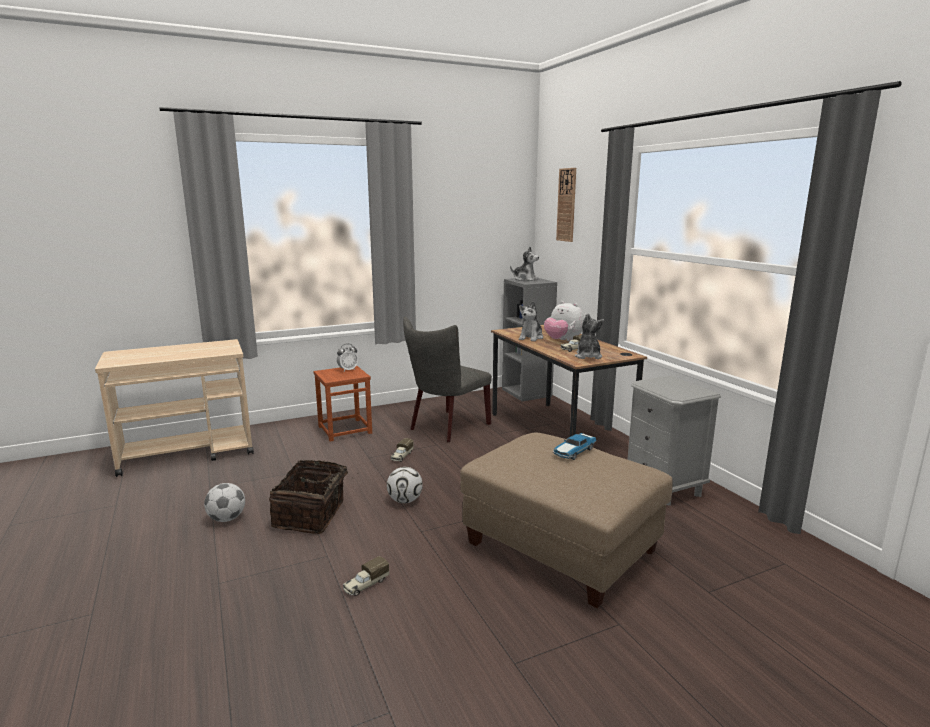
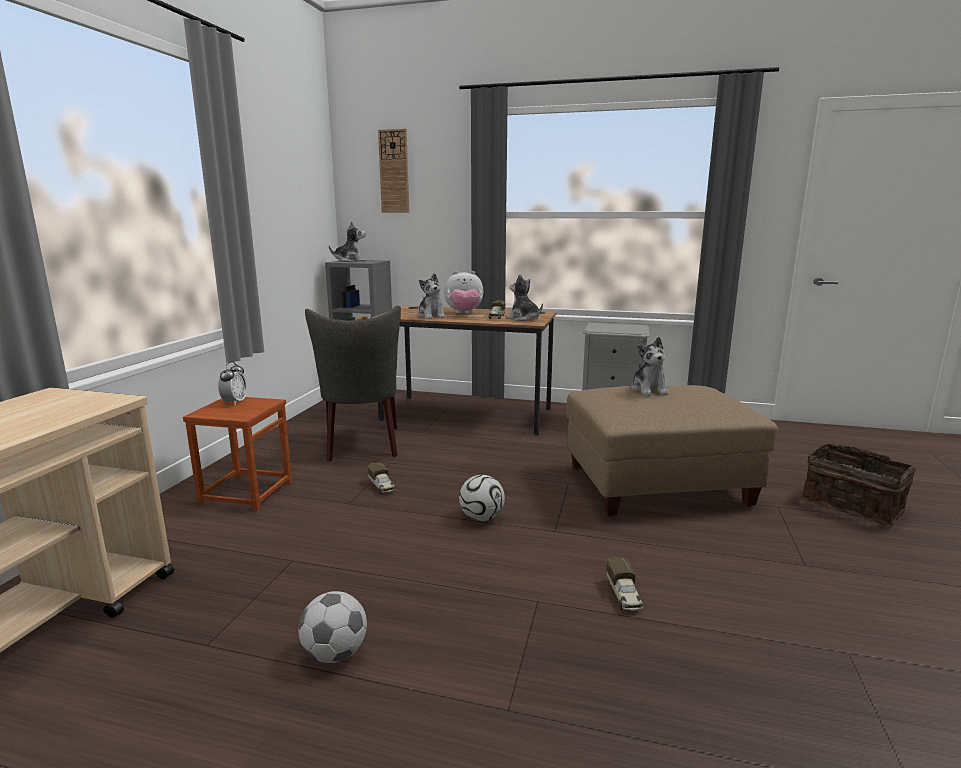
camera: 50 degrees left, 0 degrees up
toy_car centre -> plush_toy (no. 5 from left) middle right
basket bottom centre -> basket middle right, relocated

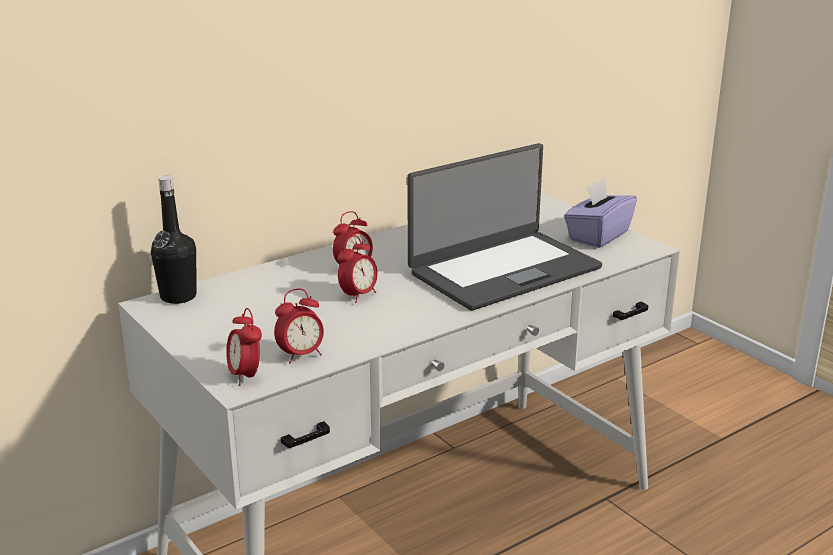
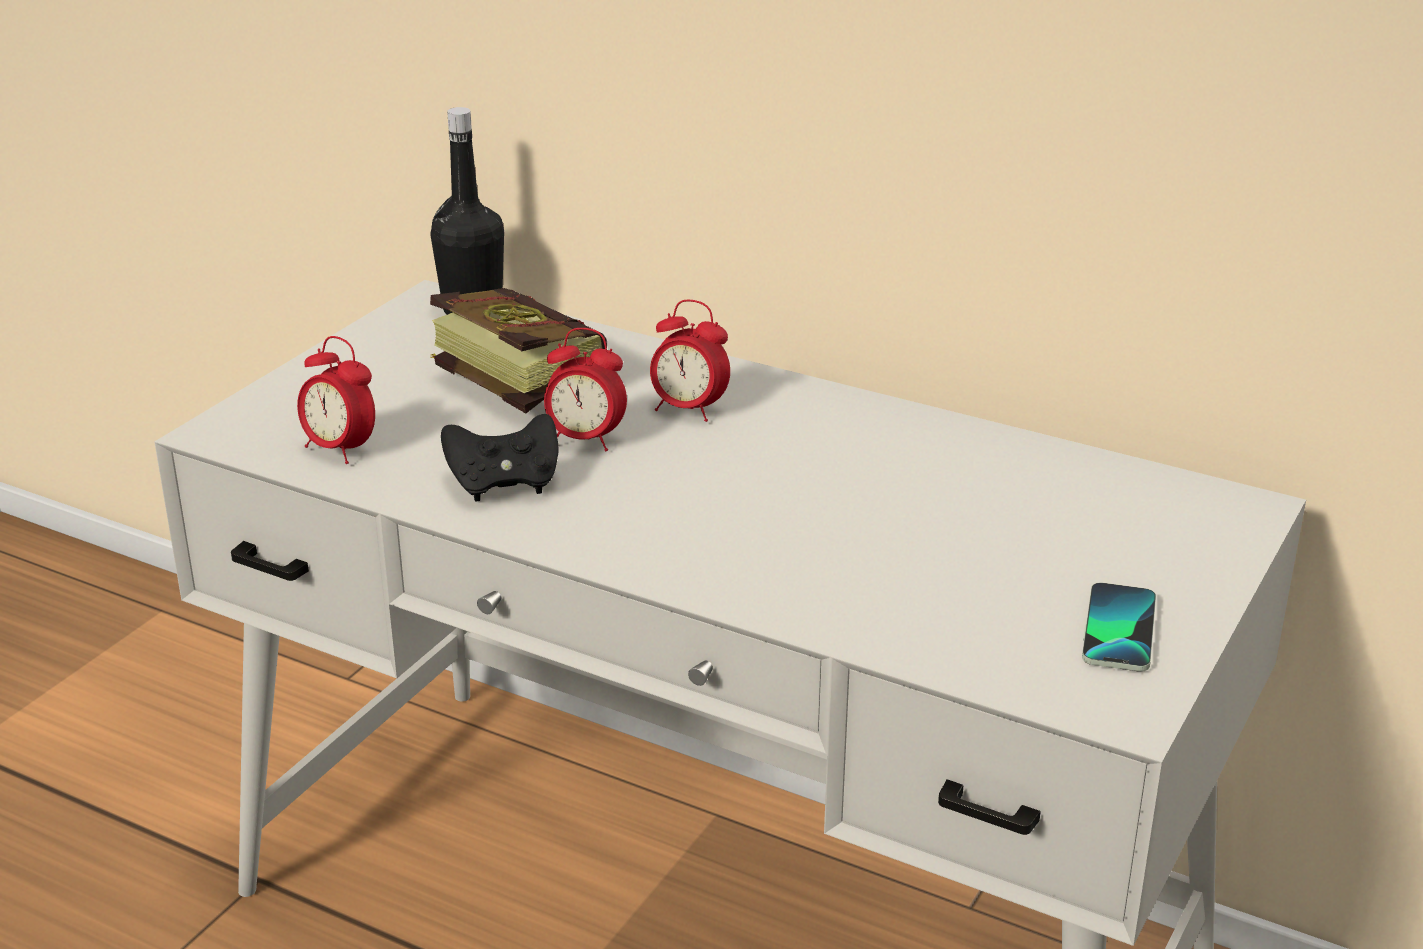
camera: 65 degrees right, 5 degrees up
none -> book centre
none -> black_game_controller centre
purple_tissue_box middle right -> phone middle right
alarm_clock (no. 1 from left) middle left -> none
laptop centre -> none

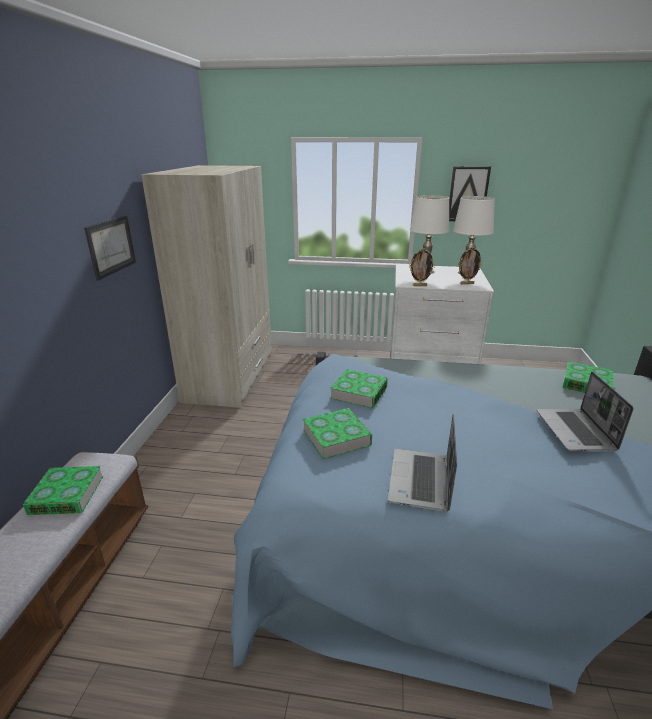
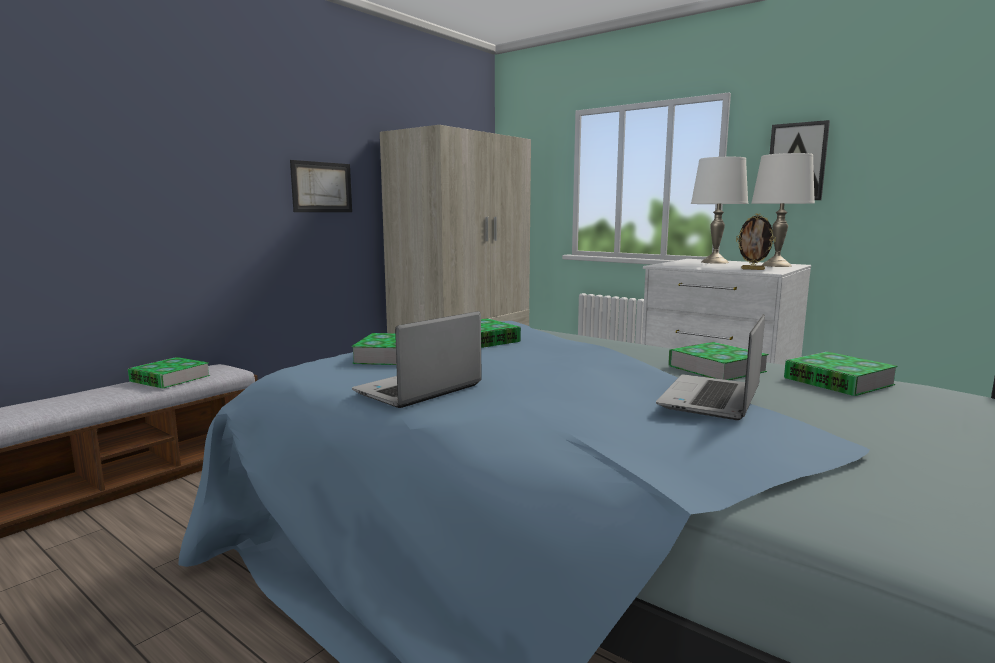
camera: 30 degrees right, 15 degrees down
none -> book (no. 4 from left) middle right
picture_frame (no. 1 from left) centre -> none

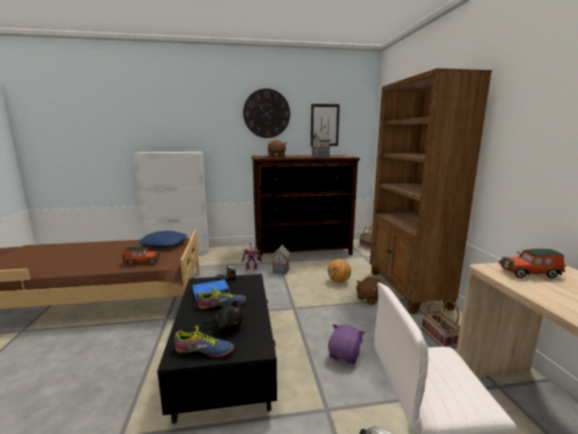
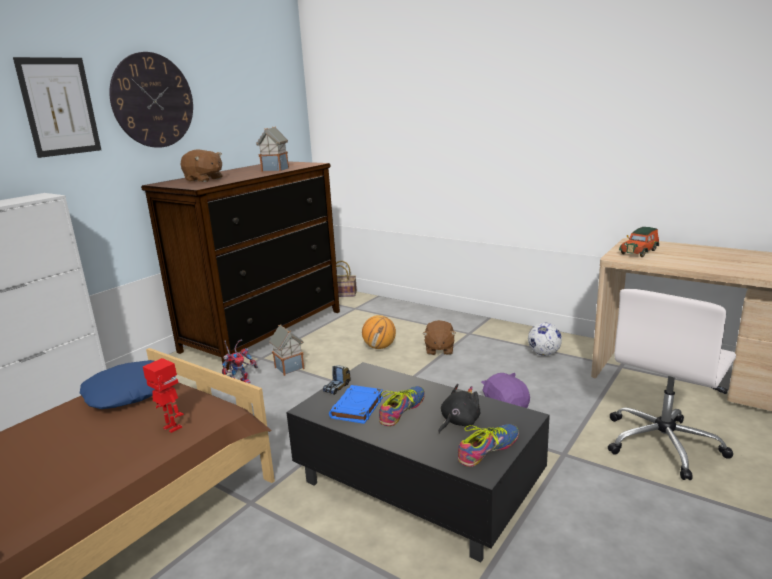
camera: 45 degrees left, 5 degrees up
picture top centre -> picture top left, relocated
toy_car (no. 1 from left) middle left -> toy_robot (no. 1 from left) bottom left
basket (no. 2 from left) bottom right -> football middle right
brown_bookcase middle right -> none

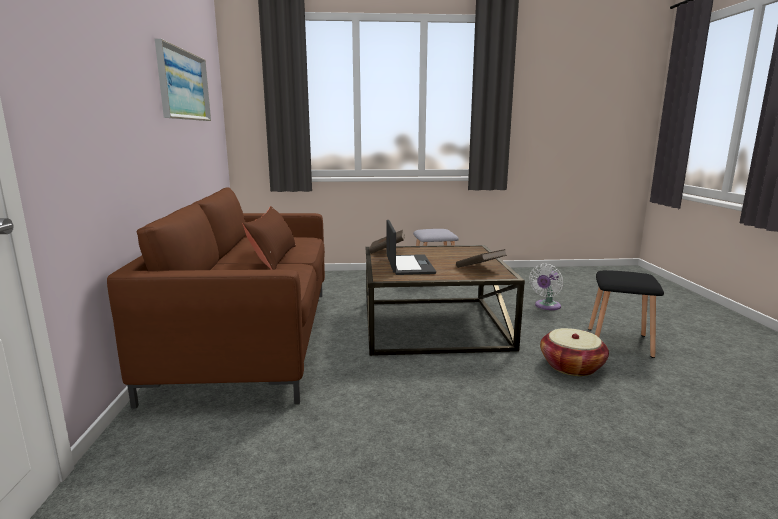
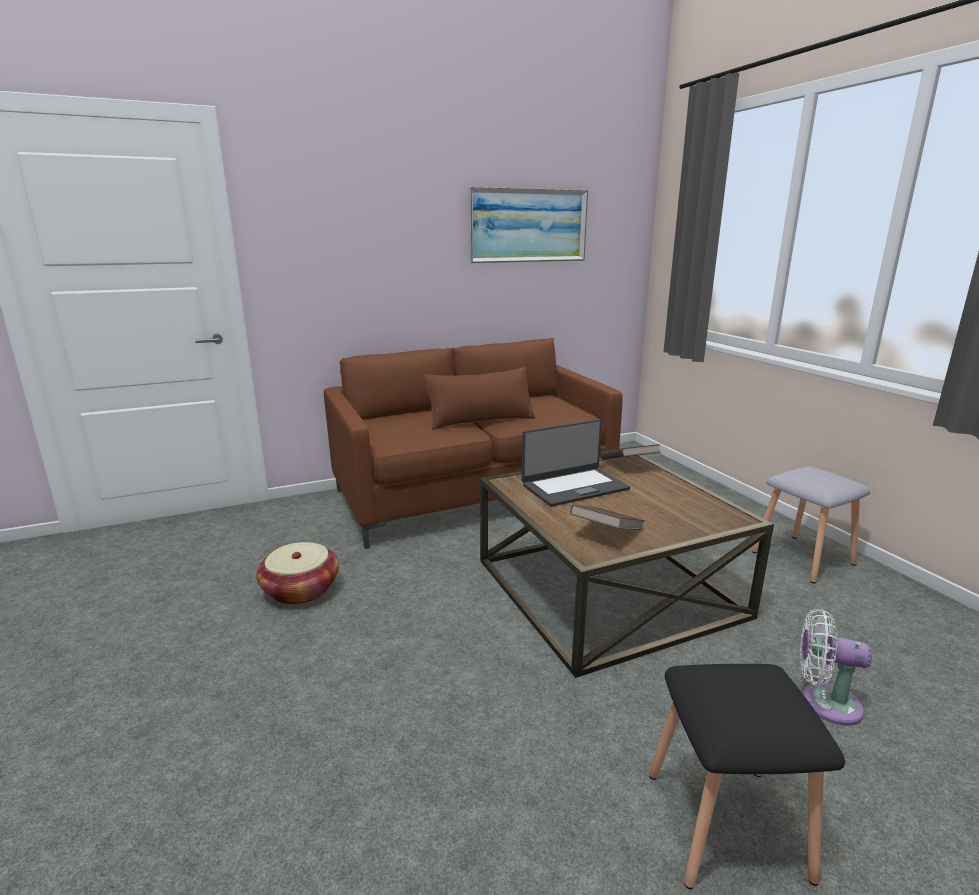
camera: 70 degrees right, 5 degrees up
basket bottom right -> basket middle left, relocated

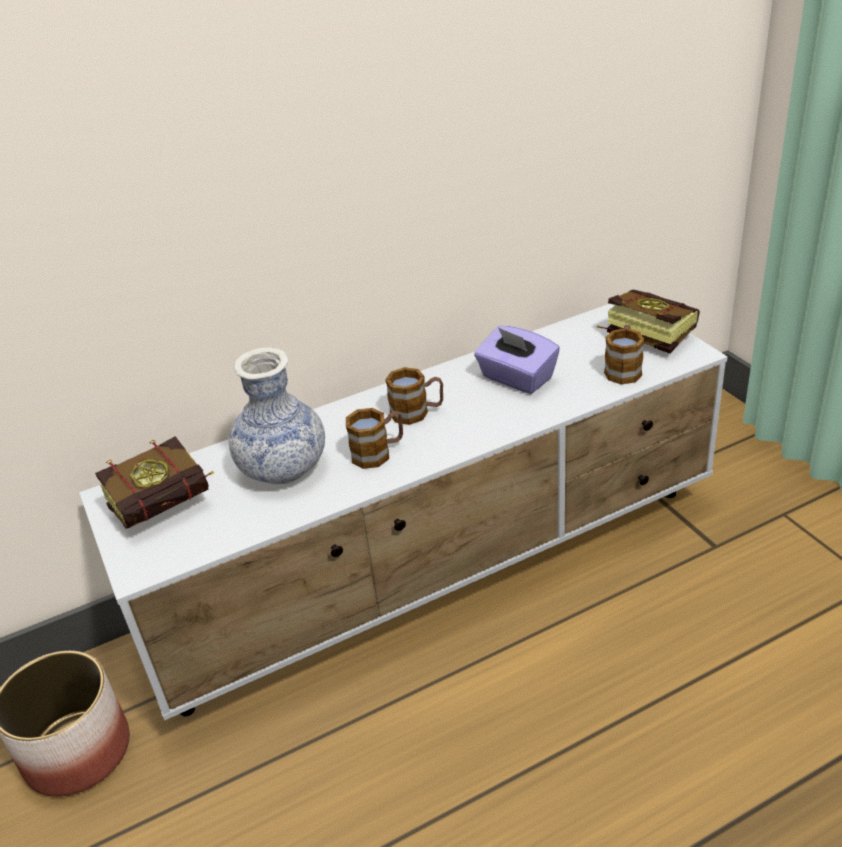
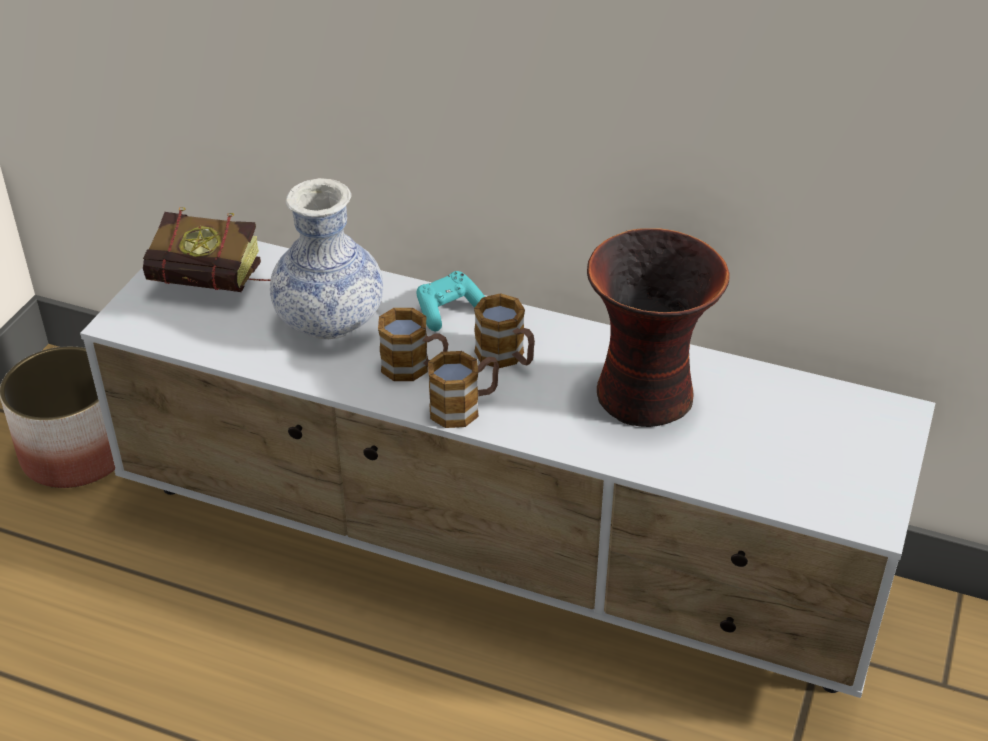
camera: 45 degrees right, 5 degrees up
none -> turquoise_game_controller centre
mug (no. 3 from left in the first image) middle right -> mug (no. 2 from left) centre, relocated
purple_tissue_box centre -> vase (no. 2 from left) centre
book (no. 2 from left) middle right -> none

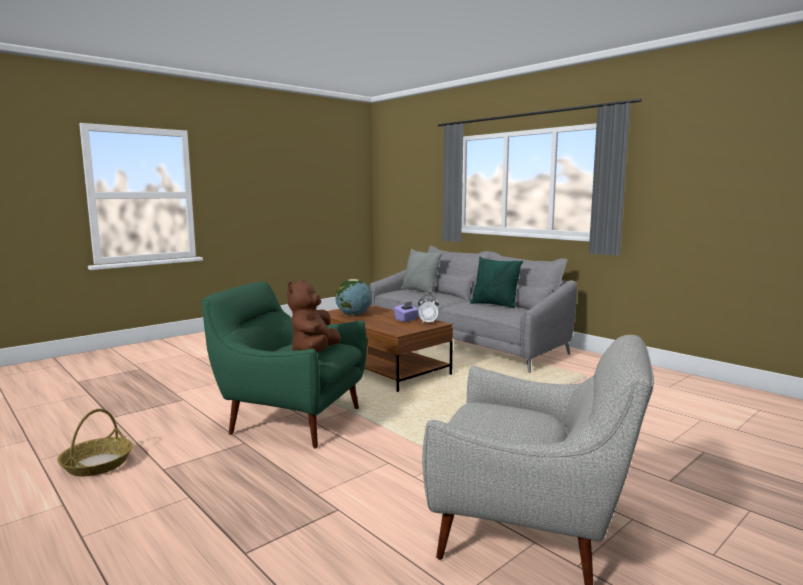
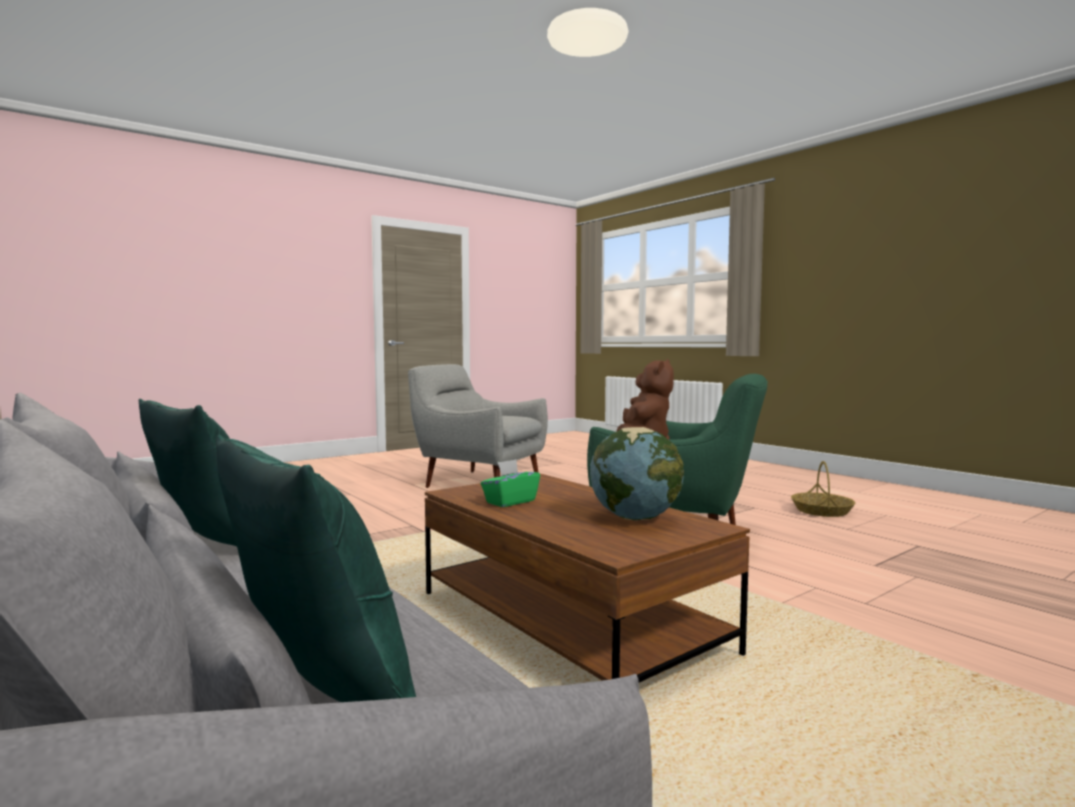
camera: 175 degrees left, 5 degrees down
grey_pillow centre -> green_pillow (no. 2 from left) bottom left
purple_tissue_box centre -> green_tissue_box centre
alarm_clock centre -> none

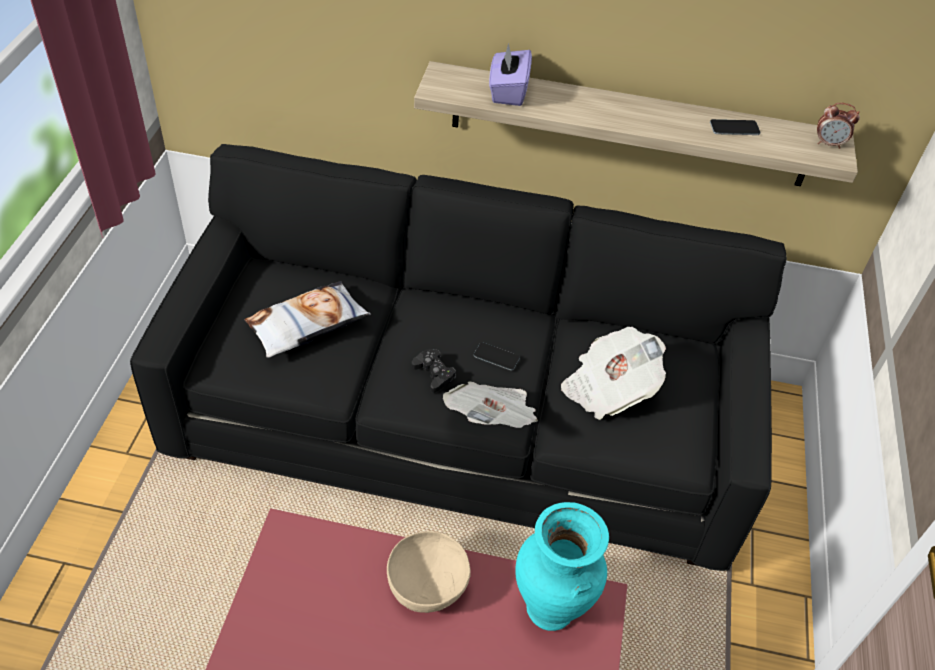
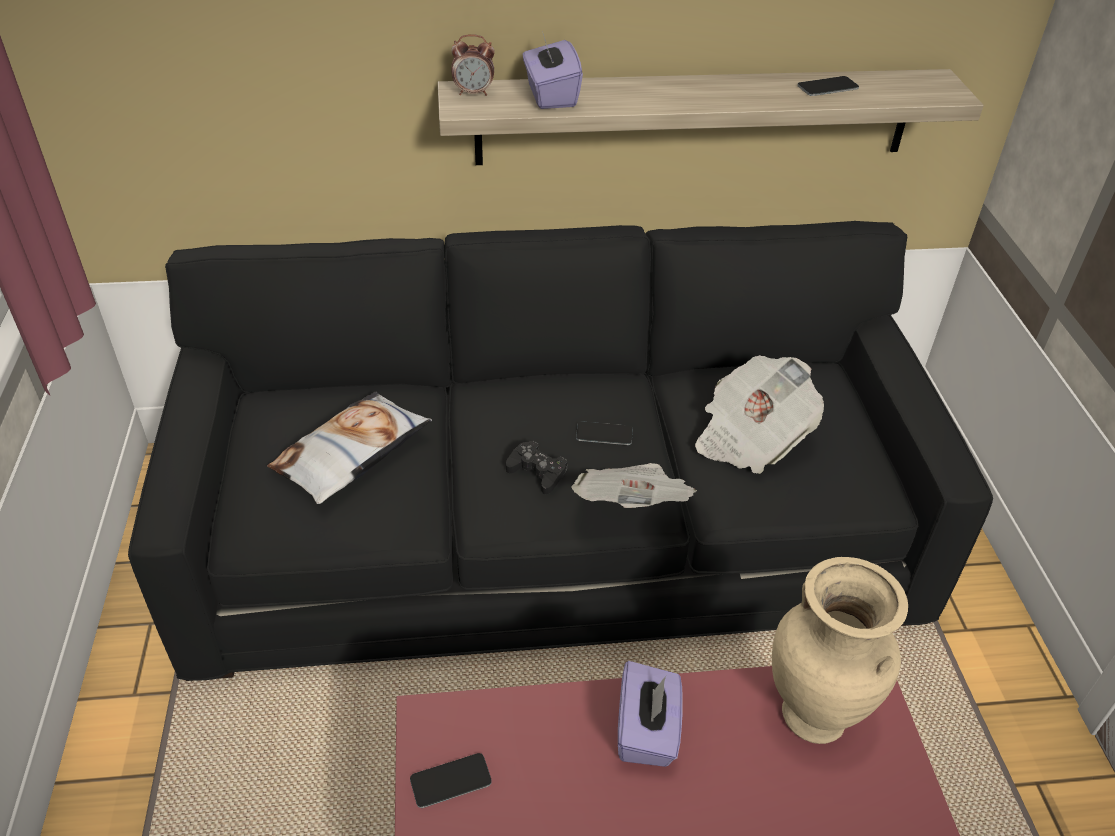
camera: 15 degrees left, 5 degrees down
none -> phone (no. 1 from left) bottom centre
alarm_clock top right -> alarm_clock top centre, relocated
beige_bowl bottom centre -> purple_tissue_box (no. 2 from left) bottom centre
turquoise_vase bottom centre -> beige_vase bottom right

